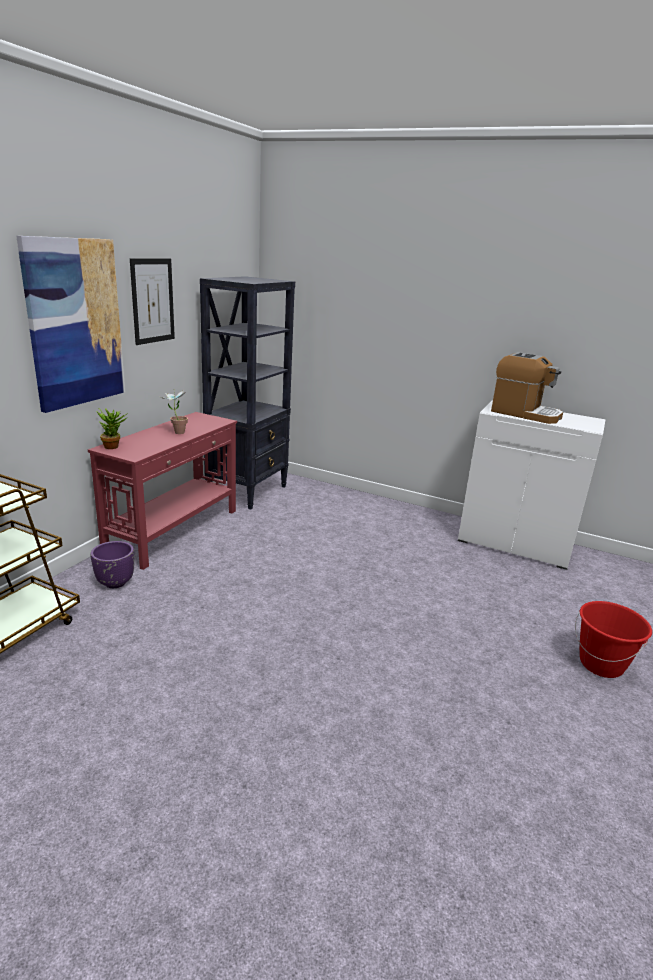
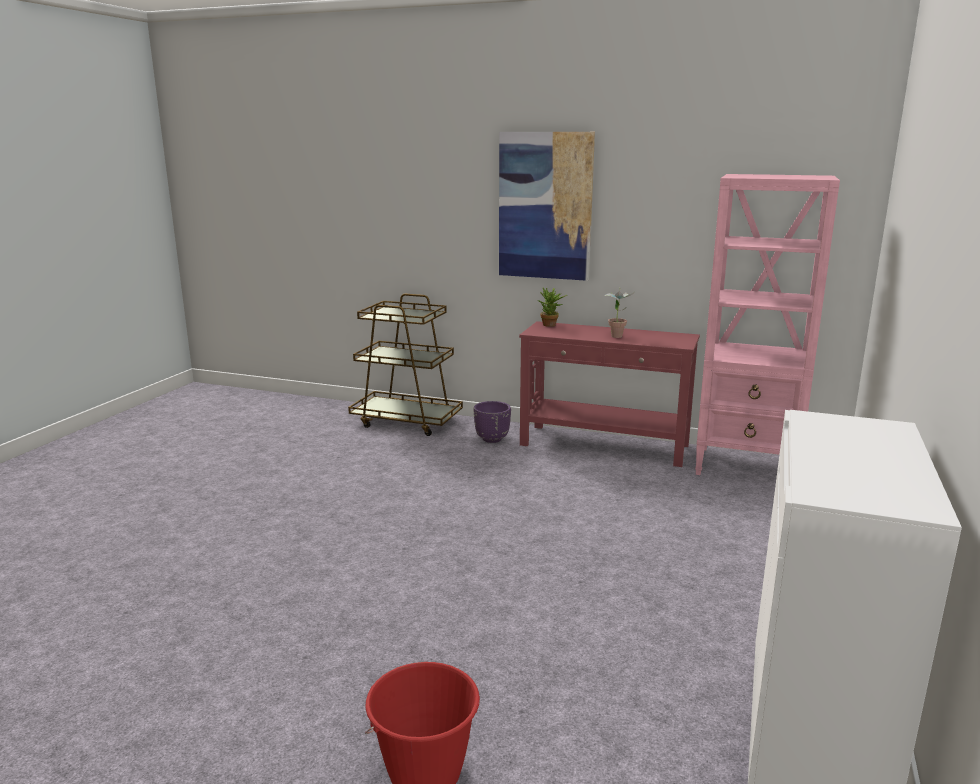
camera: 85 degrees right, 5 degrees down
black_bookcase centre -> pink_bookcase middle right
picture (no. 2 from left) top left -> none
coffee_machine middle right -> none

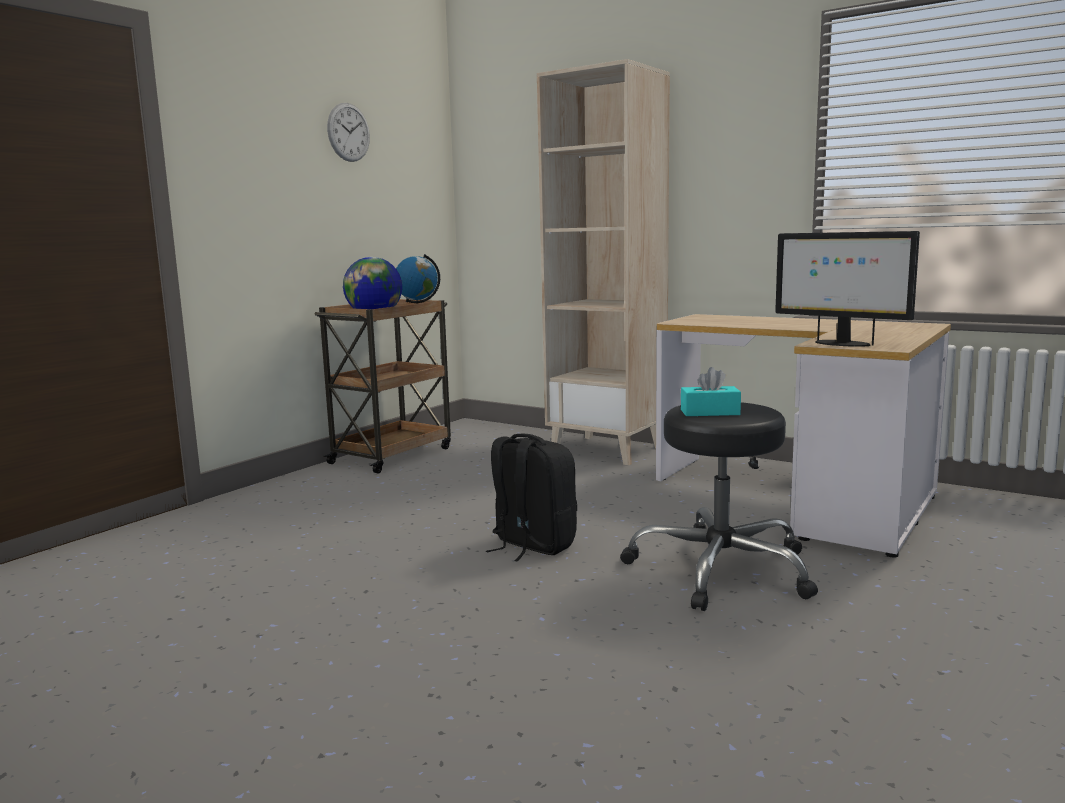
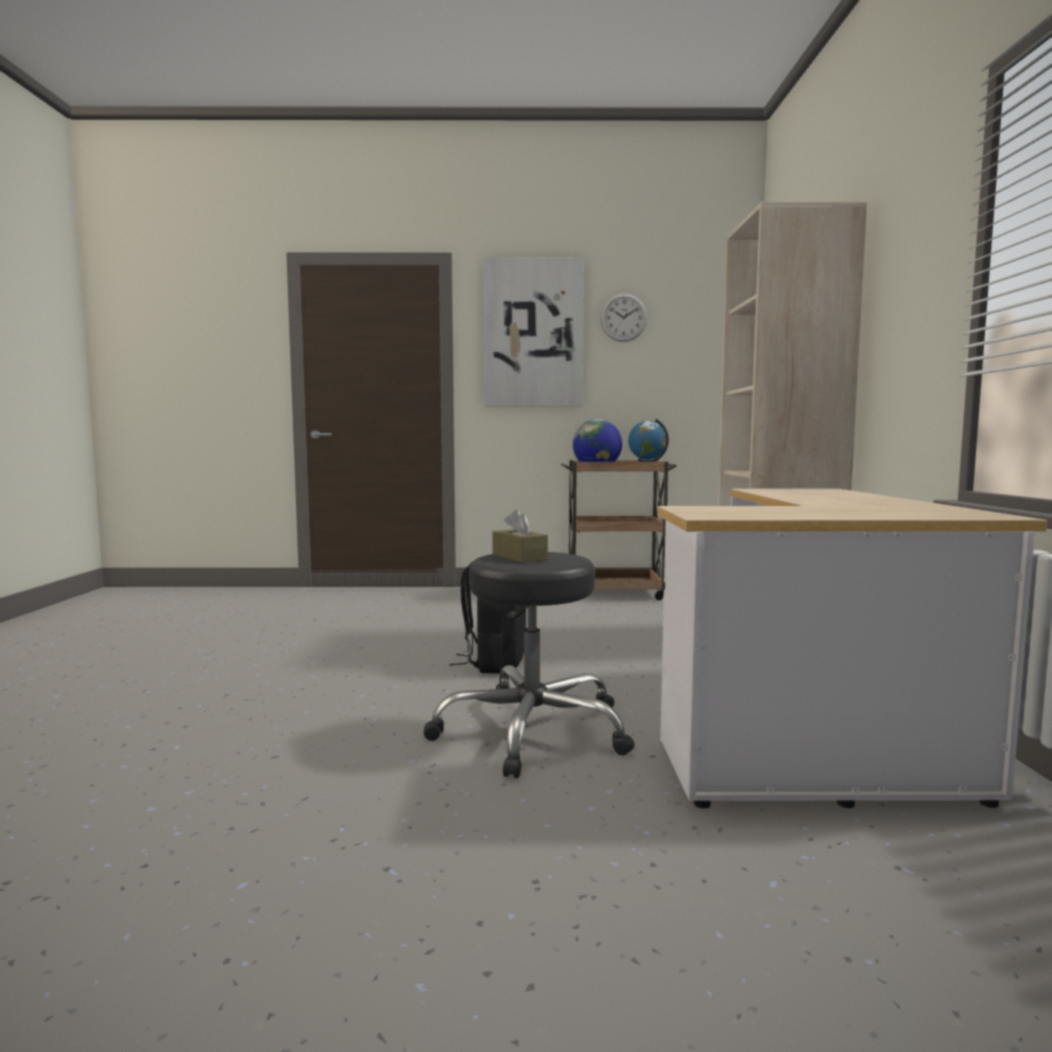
camera: 55 degrees right, 5 degrees down
none -> picture top centre
turquoise_tissue_box middle right -> brown_tissue_box centre
monitor middle right -> none

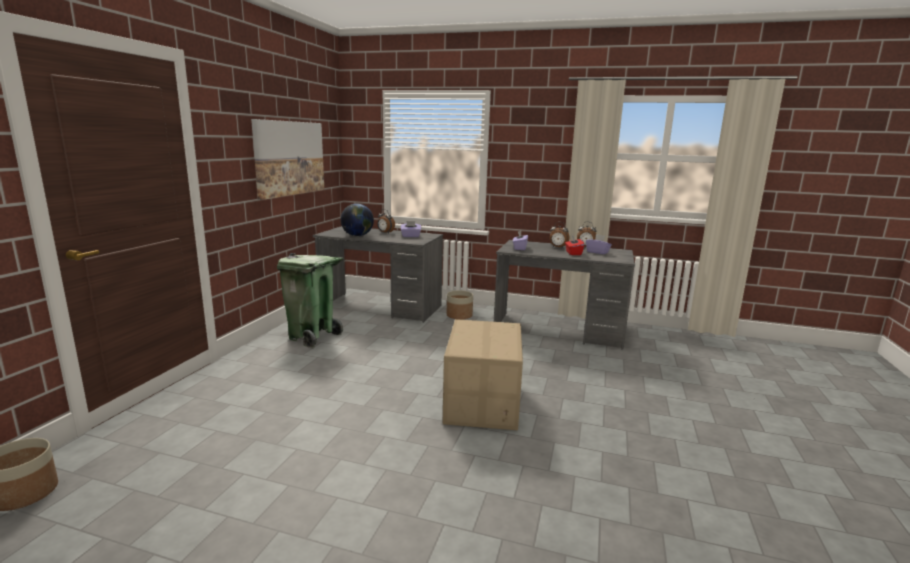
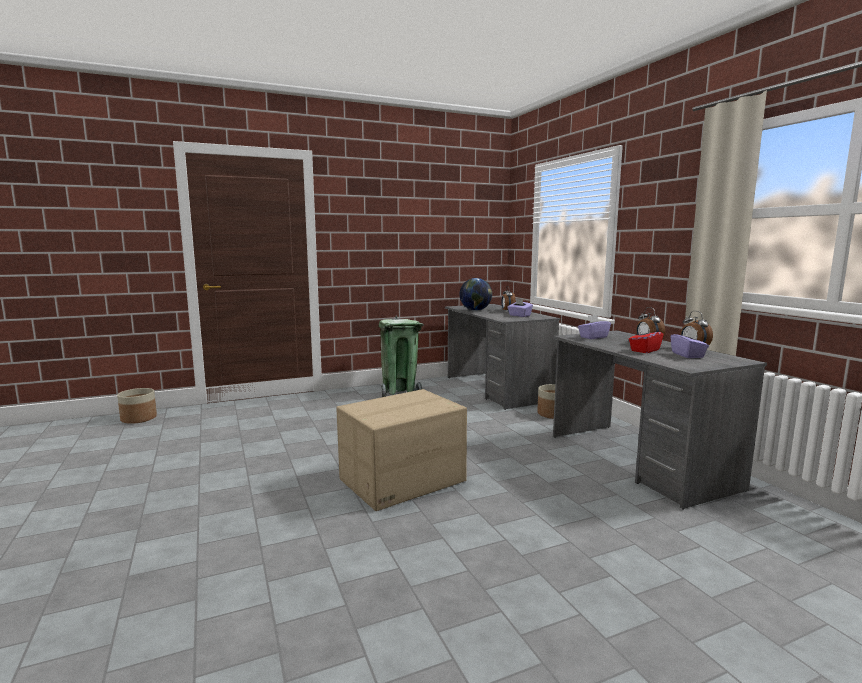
camera: 50 degrees right, 5 degrees down
picture top left -> none

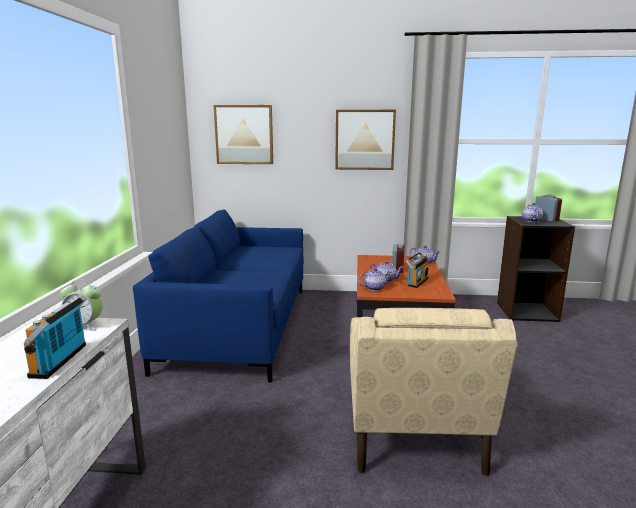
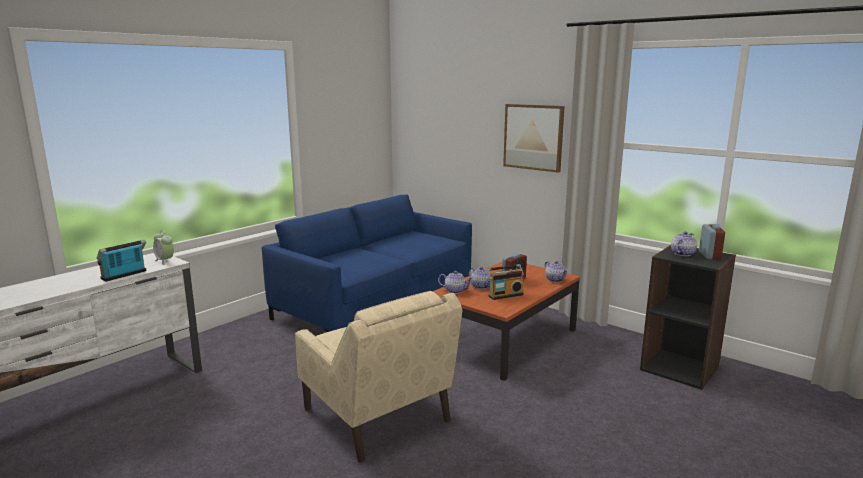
camera: 35 degrees right, 0 degrees up
beige_armchair bottom right -> beige_armchair bottom centre, 75 degrees counterclockwise
picture (no. 1 from left) top centre -> none

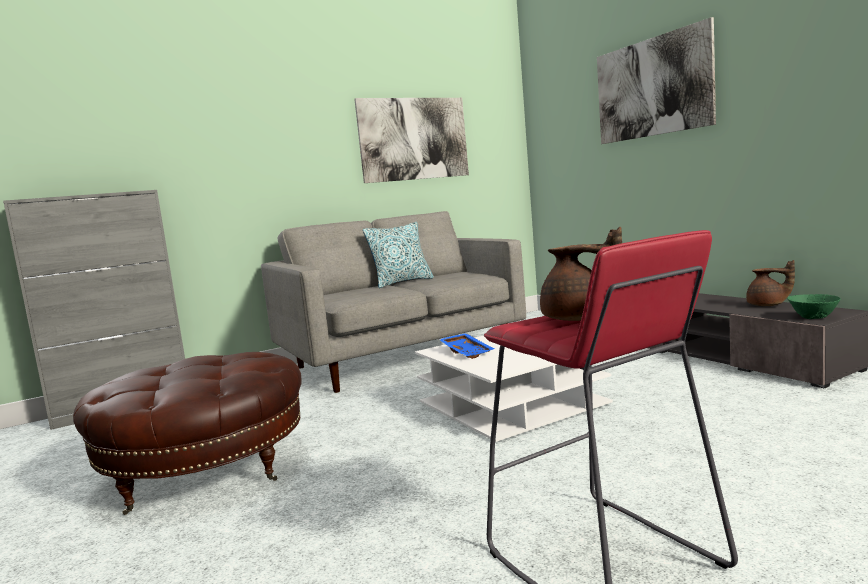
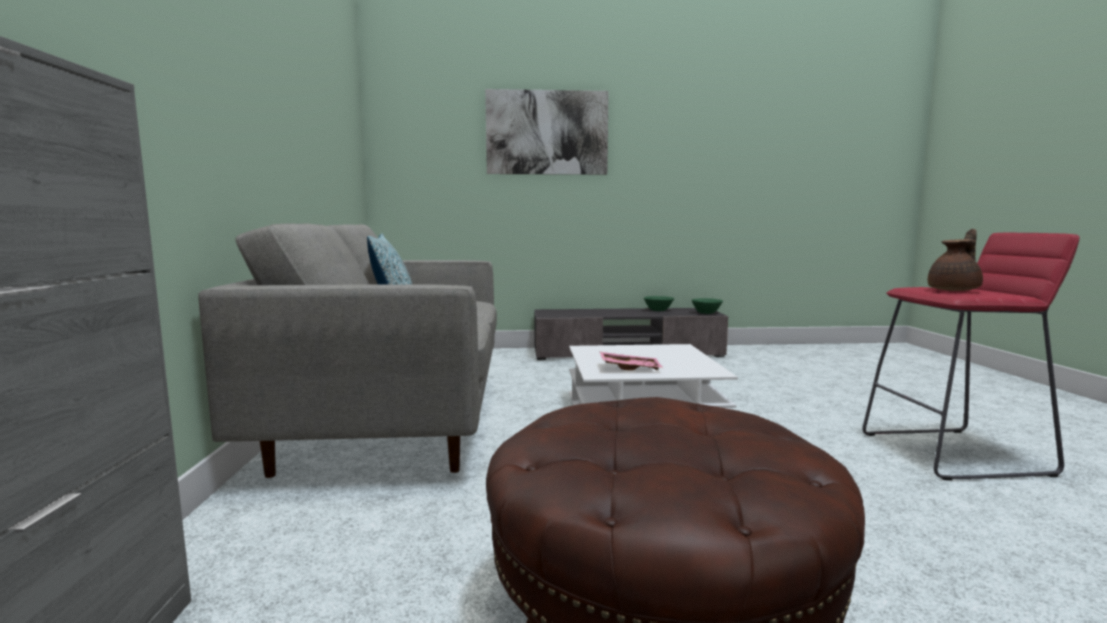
camera: 65 degrees left, 0 degrees up
blue_tray centre -> pink_tray centre
brown_teapot (no. 2 from left) middle right -> green_bowl (no. 1 from left) centre
picture (no. 1 from left) top centre -> none

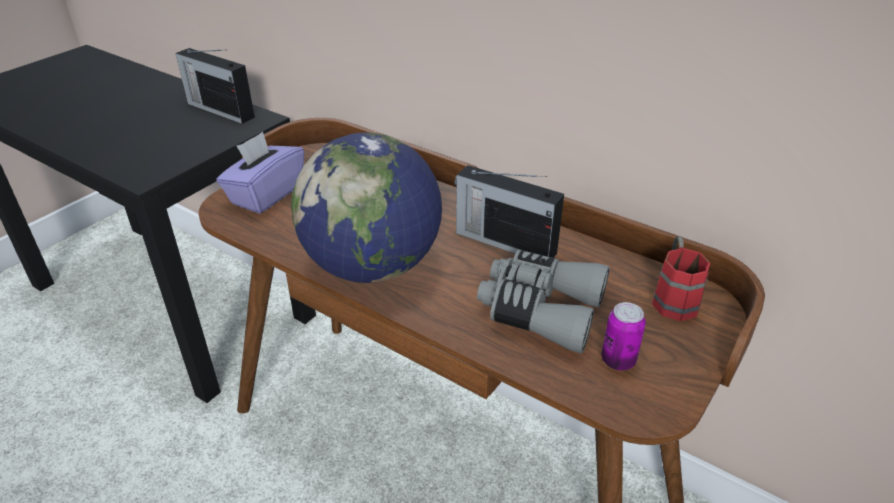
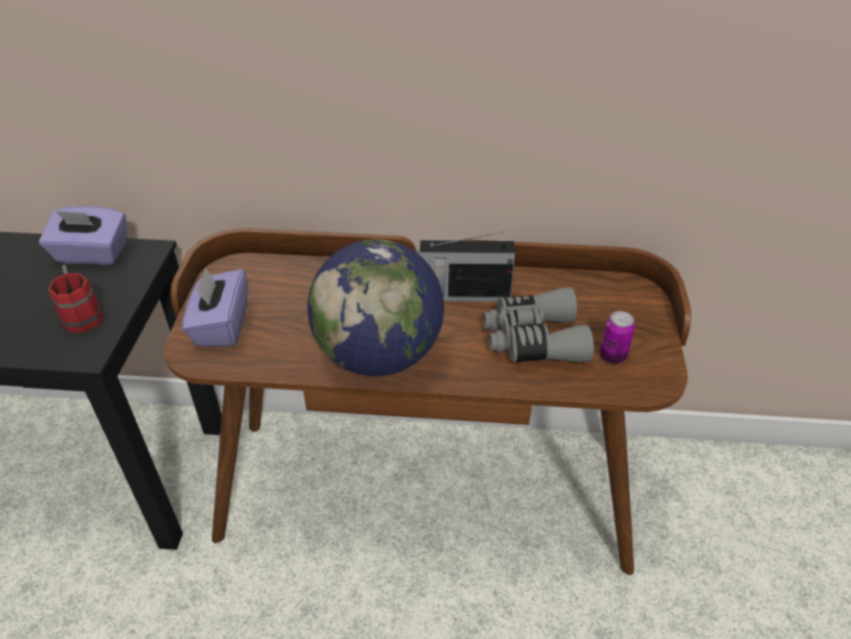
camera: 30 degrees left, 5 degrees up
radio (no. 1 from left) top left -> purple_tissue_box (no. 1 from left) middle left
red_mug middle right -> red_mug middle left, relocated

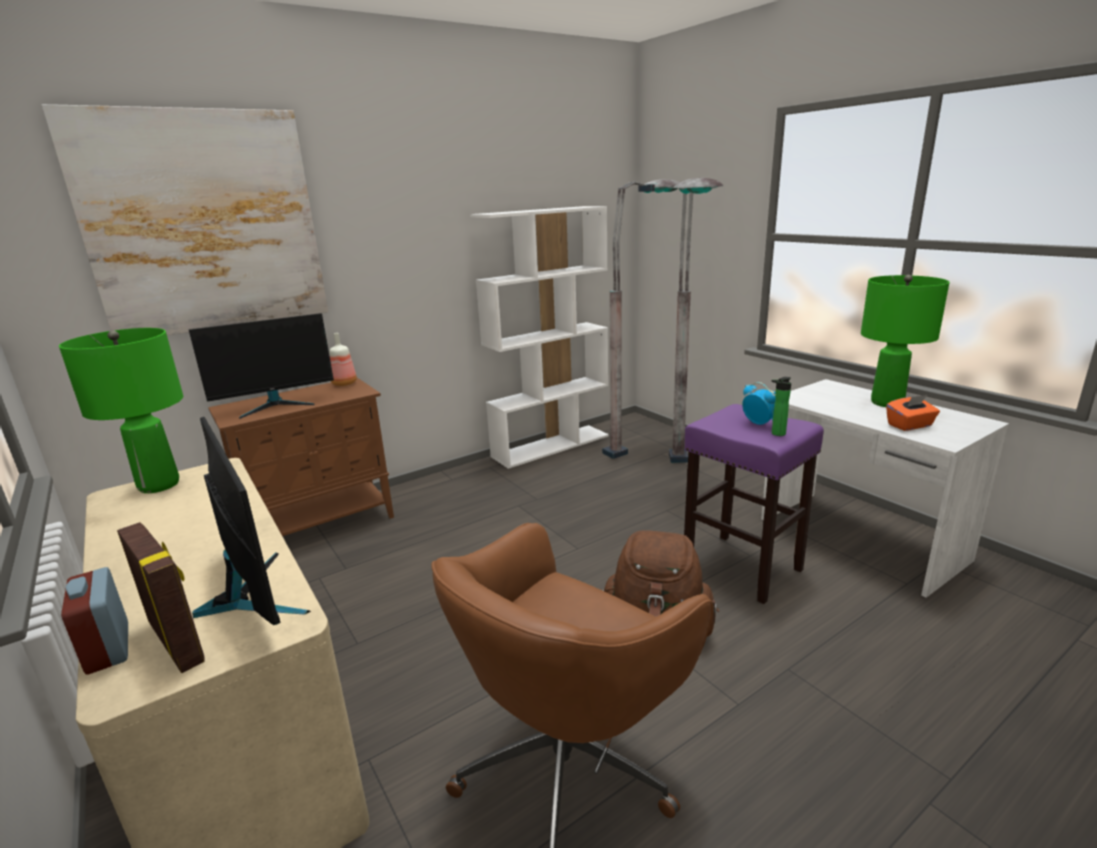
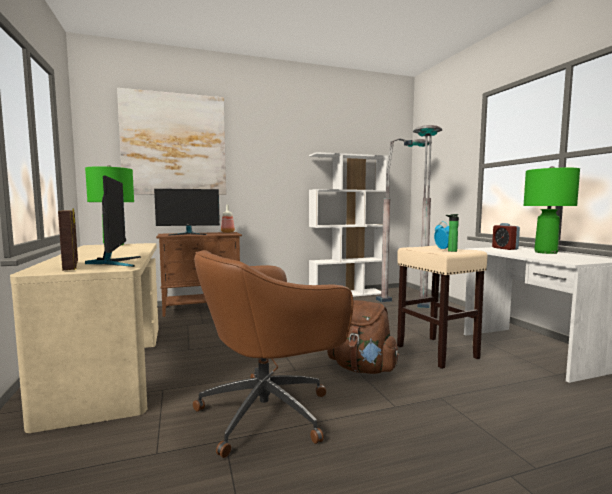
camera: 15 degrees right, 15 degrees down
purple_stool middle right -> beige_stool middle right
alarm_clock (no. 1 from left in the first image) bottom left -> alarm_clock (no. 2 from left) middle right, relocated
orange_tissue_box middle right -> none

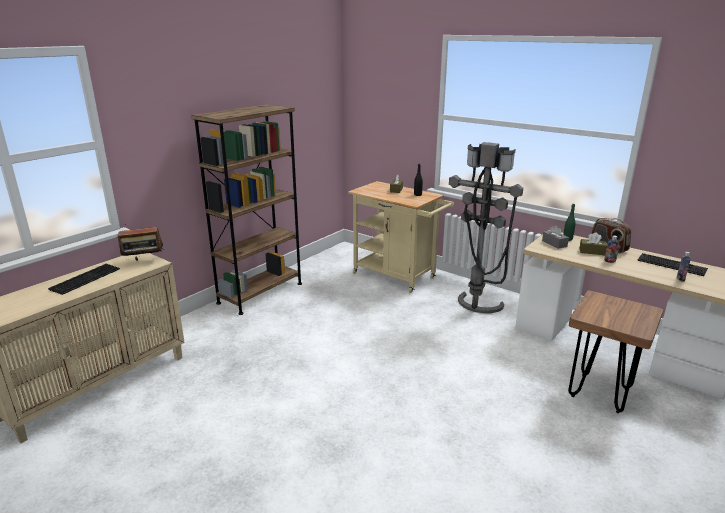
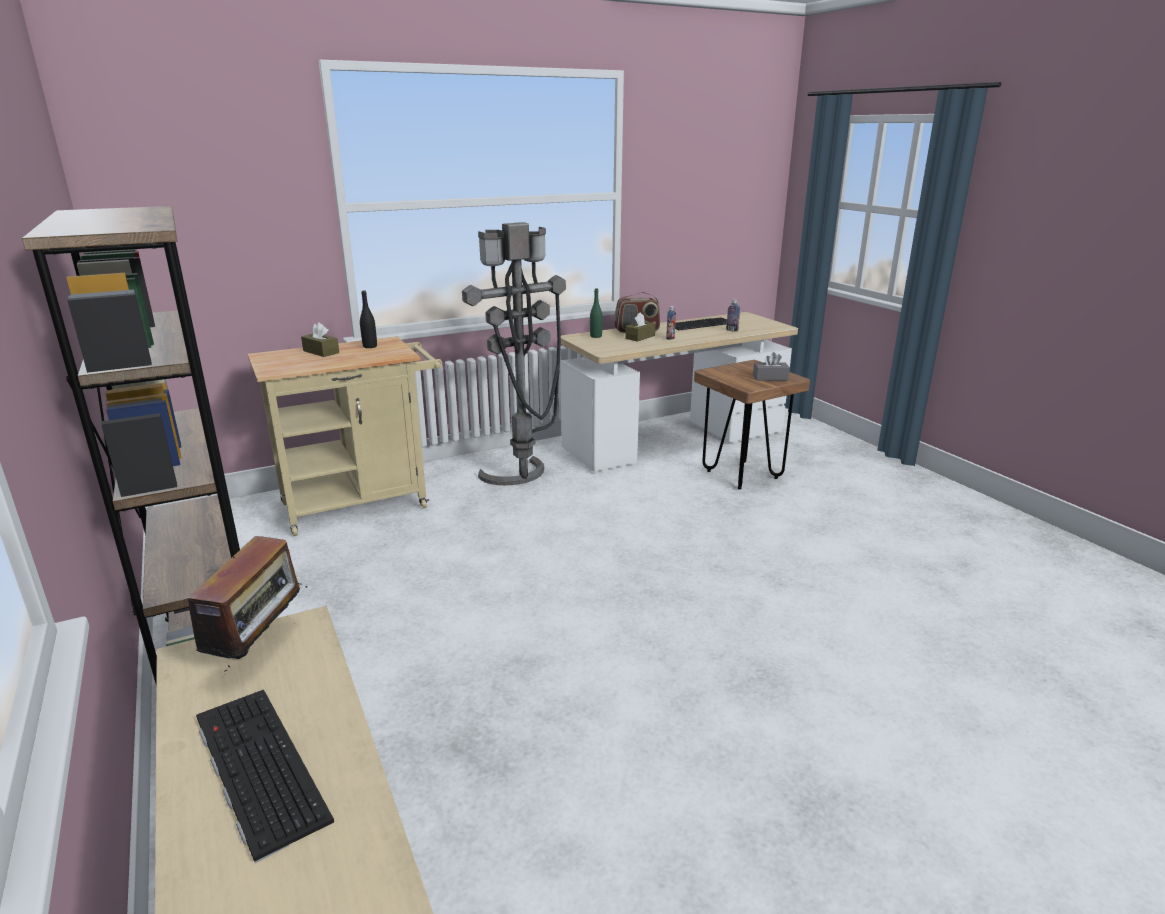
camera: 65 degrees left, 0 degrees up
grey_tissue_box middle right -> grey_tissue_box centre, relocated

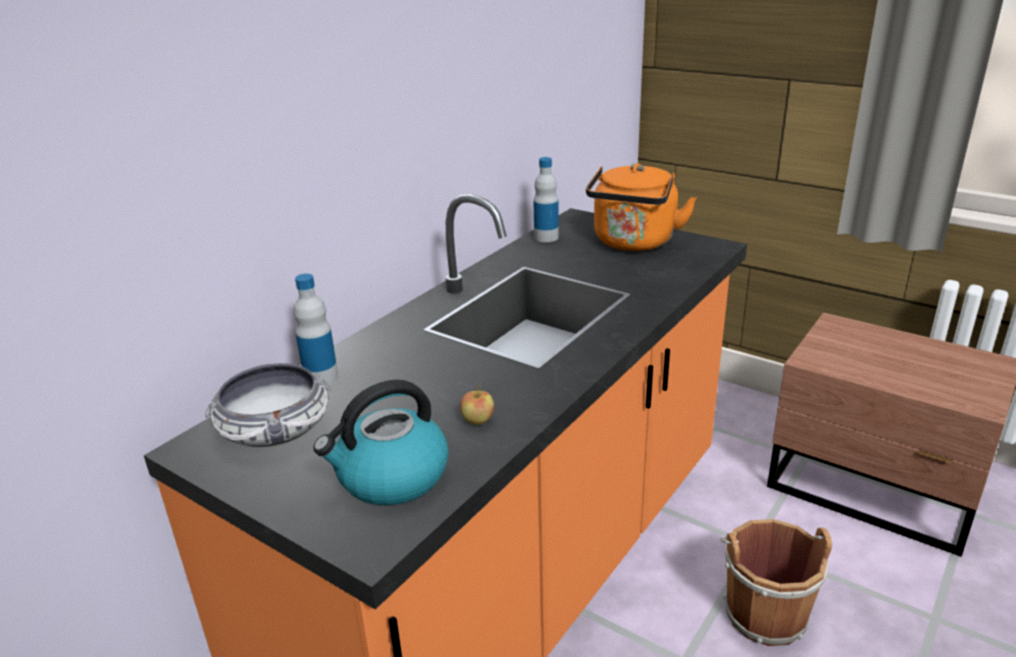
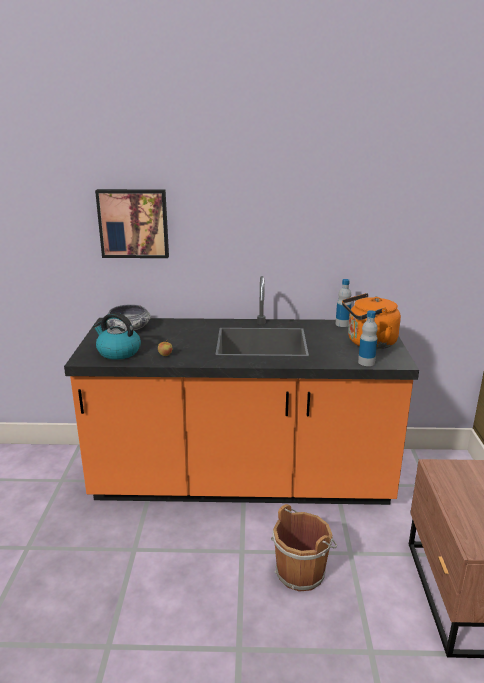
camera: 55 degrees right, 5 degrees down
none -> picture top left
bottle (no. 1 from left in the first image) middle left -> bottle (no. 2 from left) middle right, relocated

